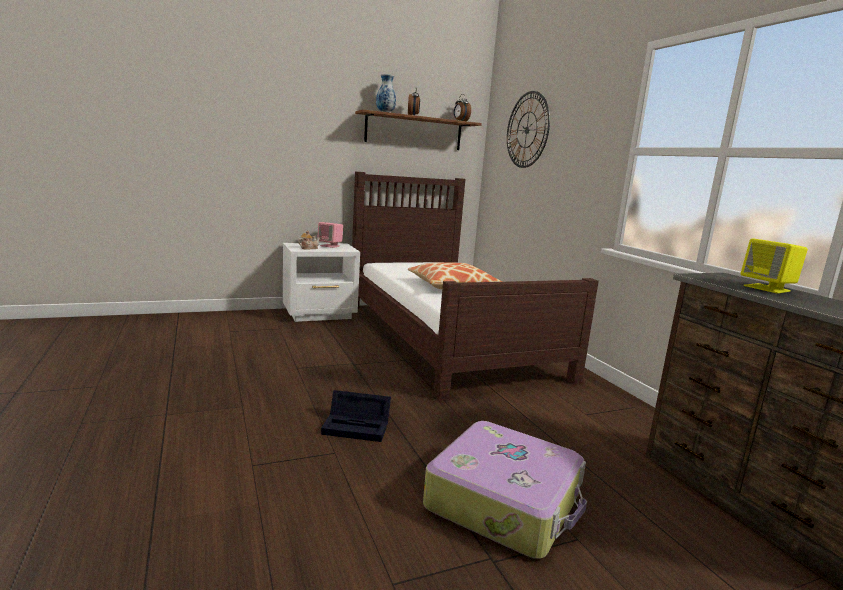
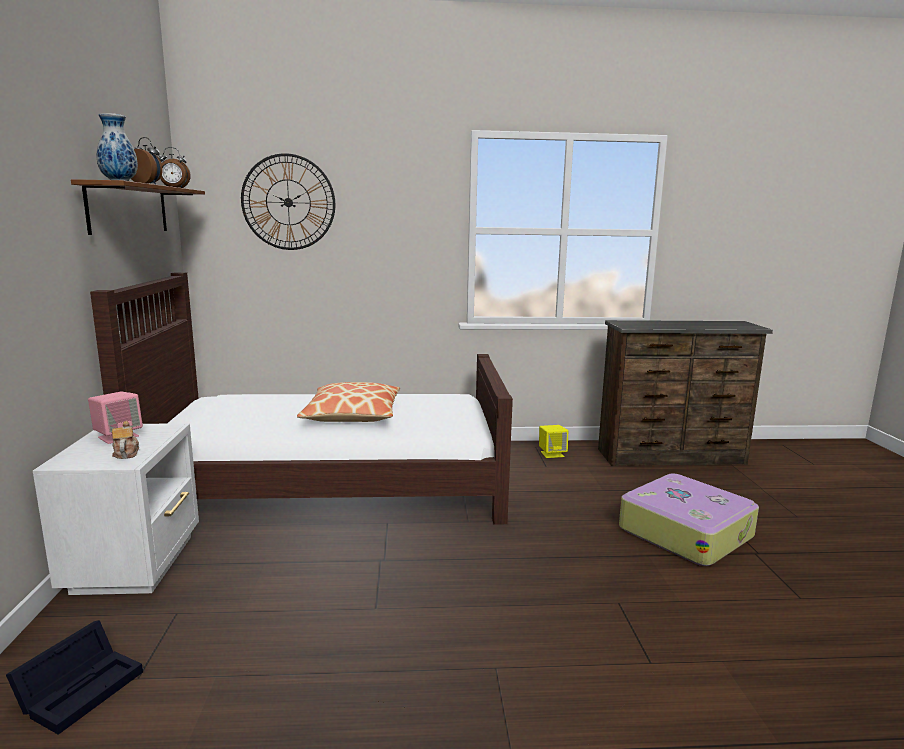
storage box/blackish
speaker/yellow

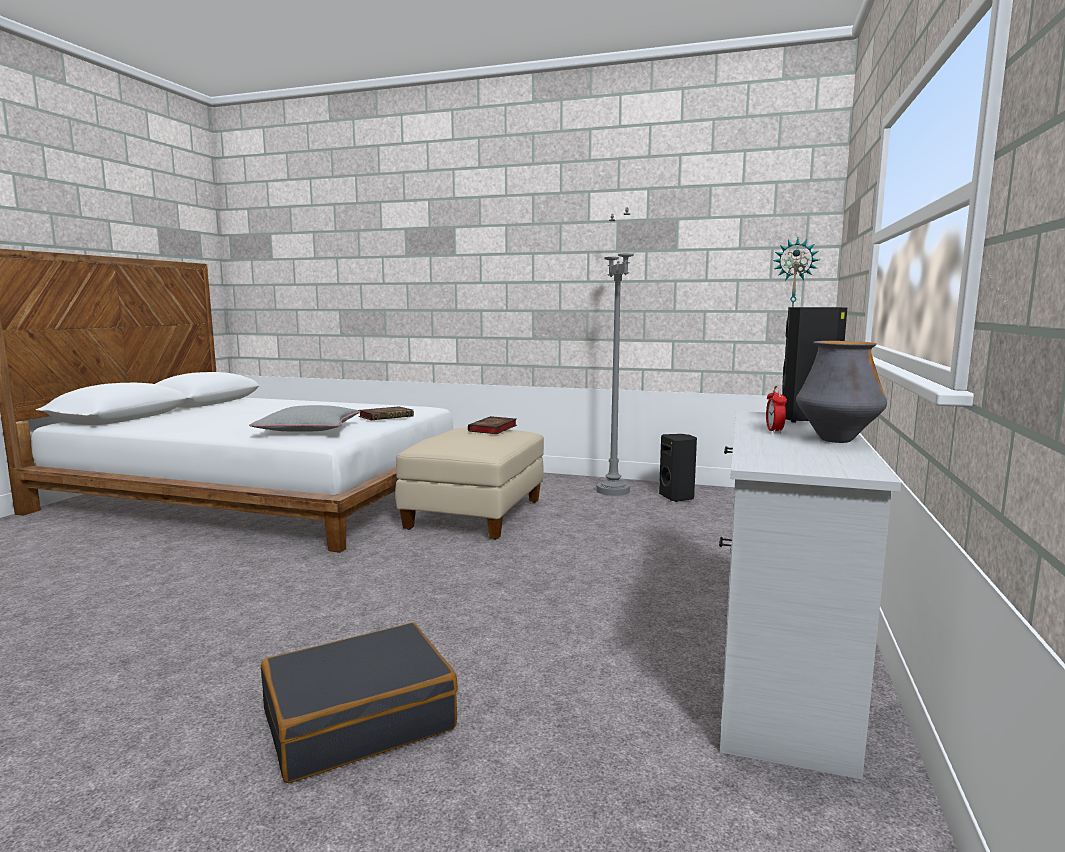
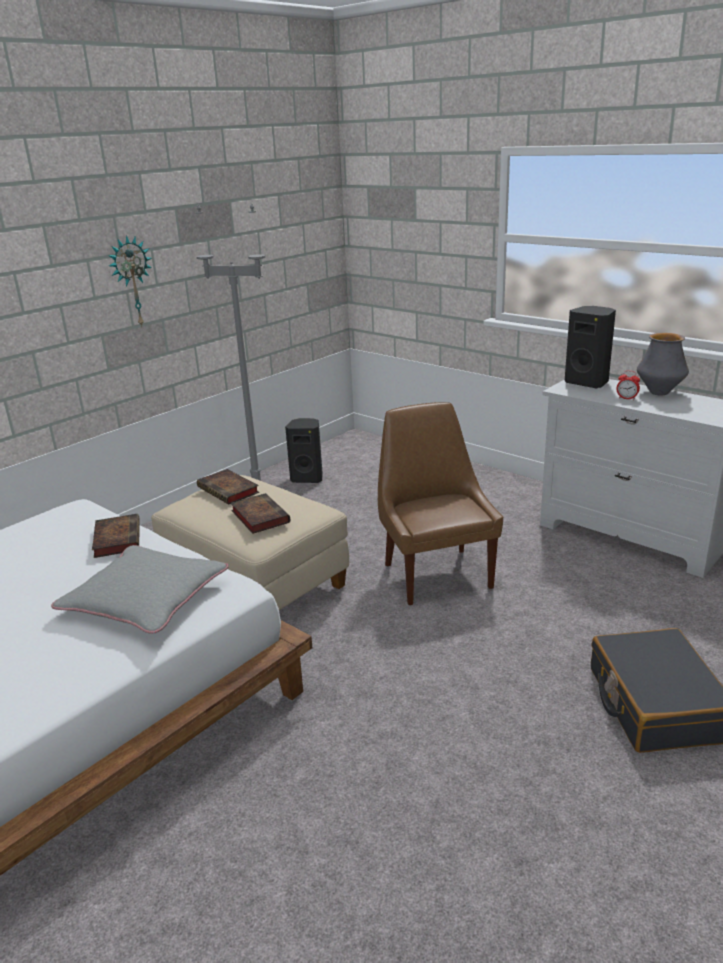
bound book (3rd from left)
upright chair/brown-coloured
clock on the wall

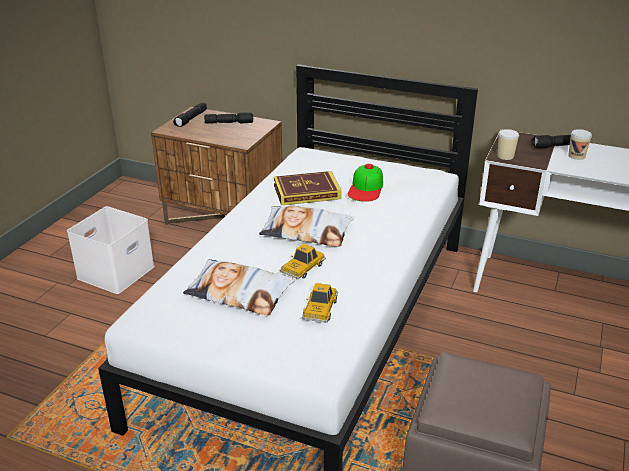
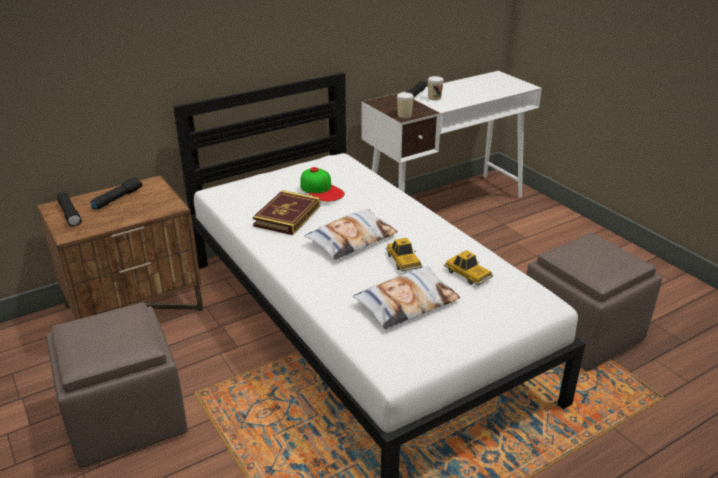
ottoman/brown-coloured (1st from left)

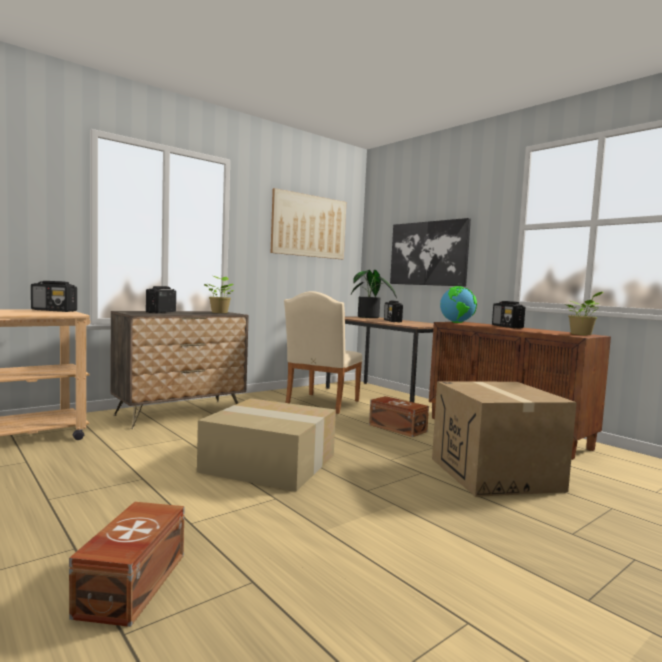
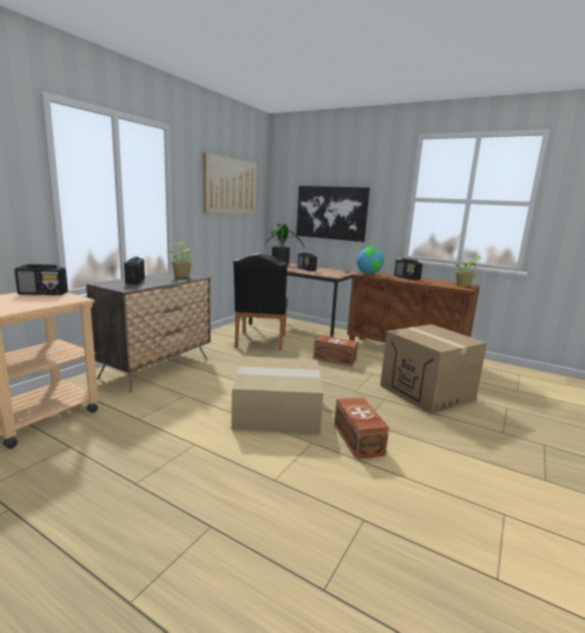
storage box/brown-coloured (2nd from left)
upright chair/blackish

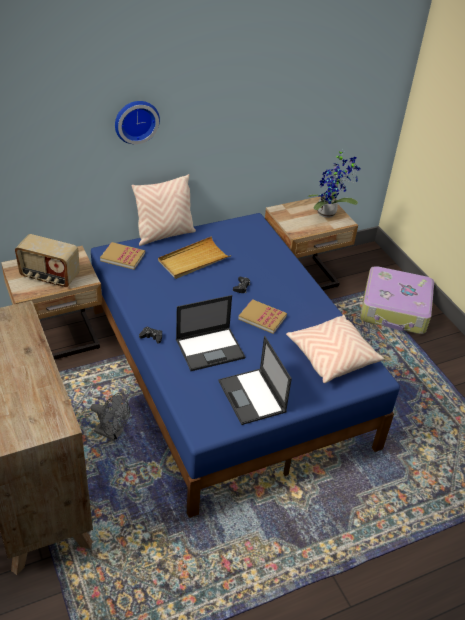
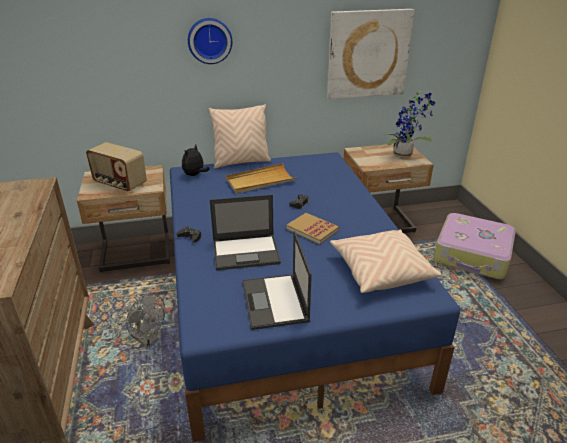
picture
plush toy

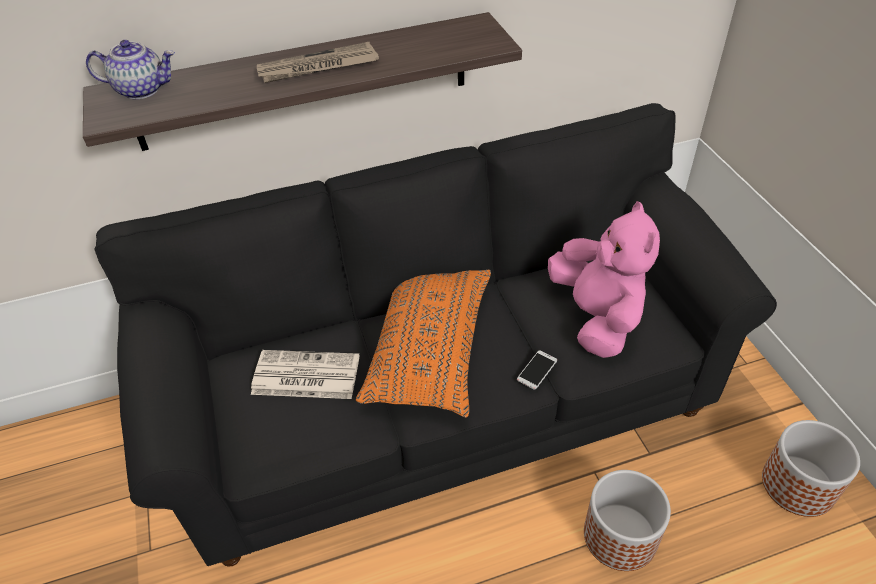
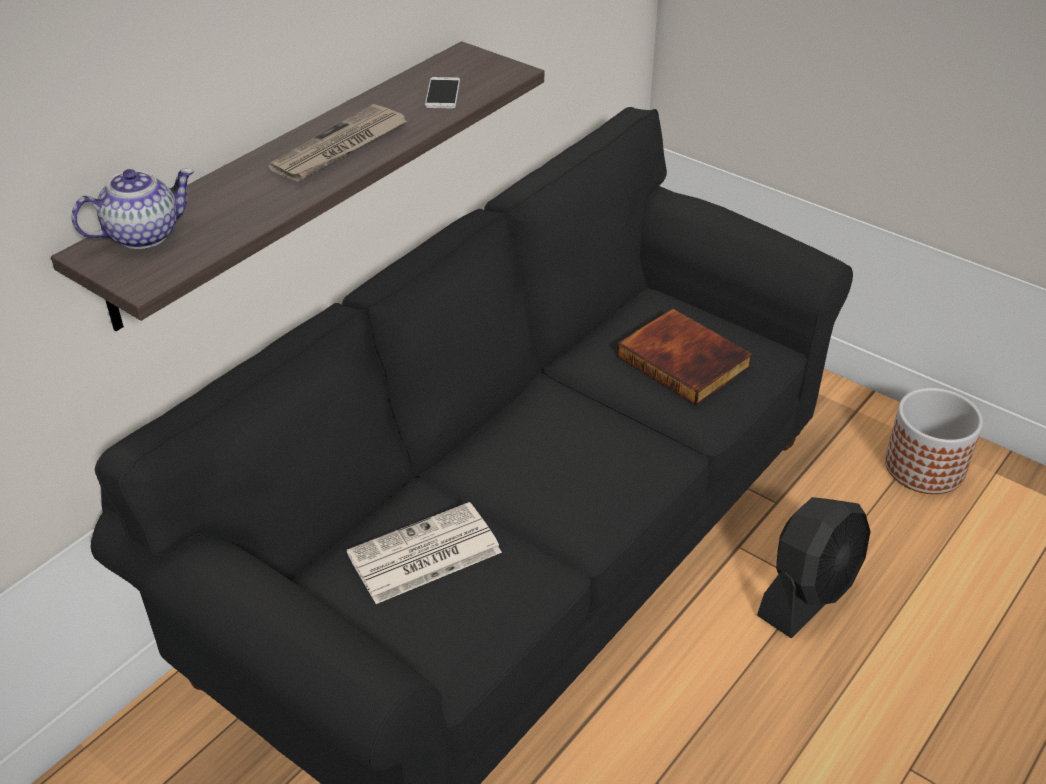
pillow/orangey
telephone
bound book
cooling fan/blackish

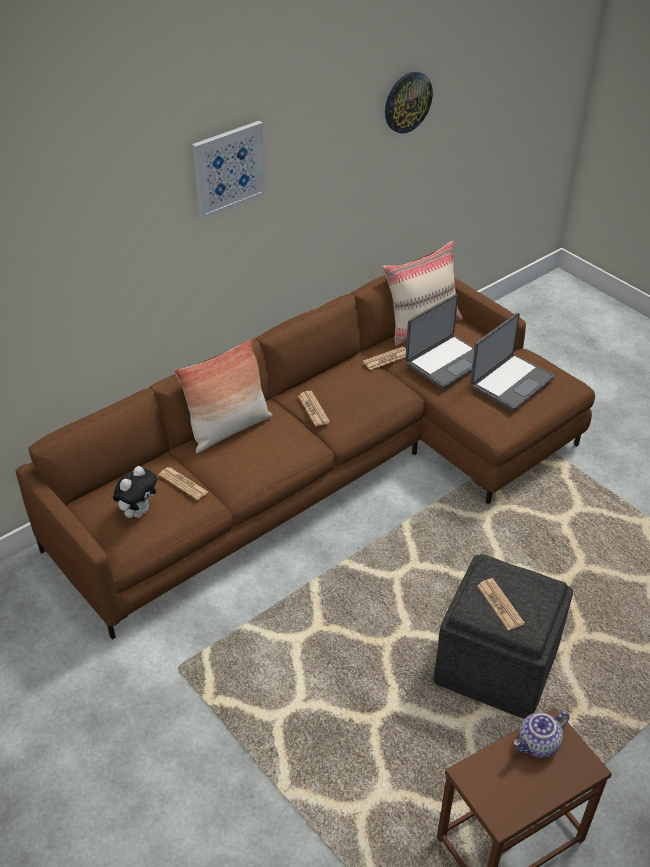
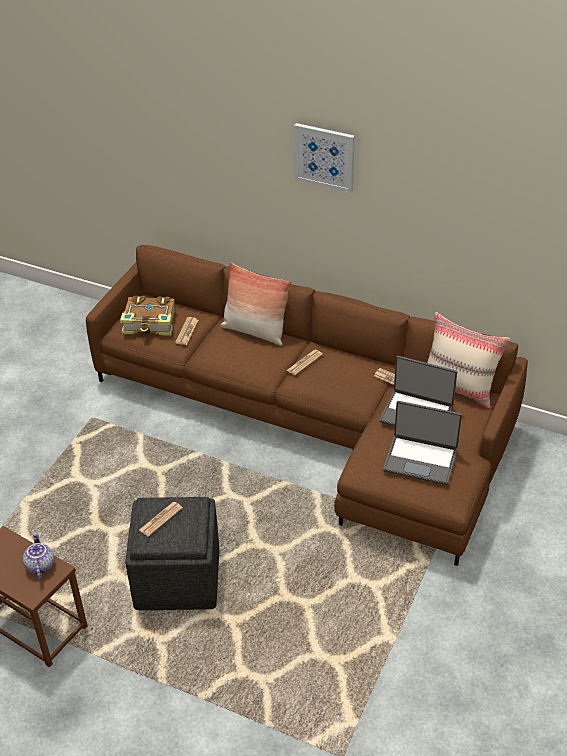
clock on the wall
bound book
pot for tea

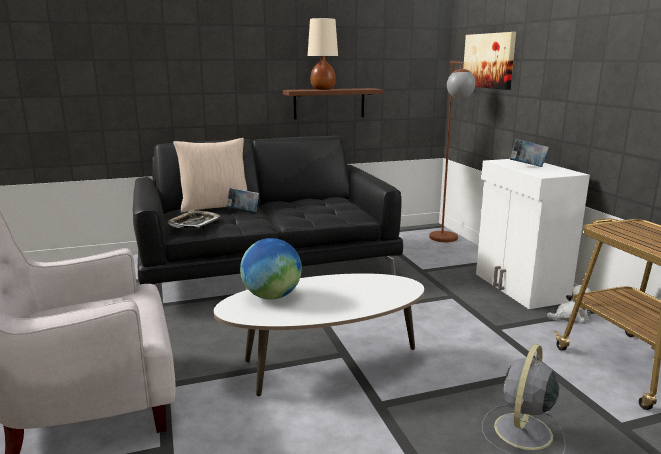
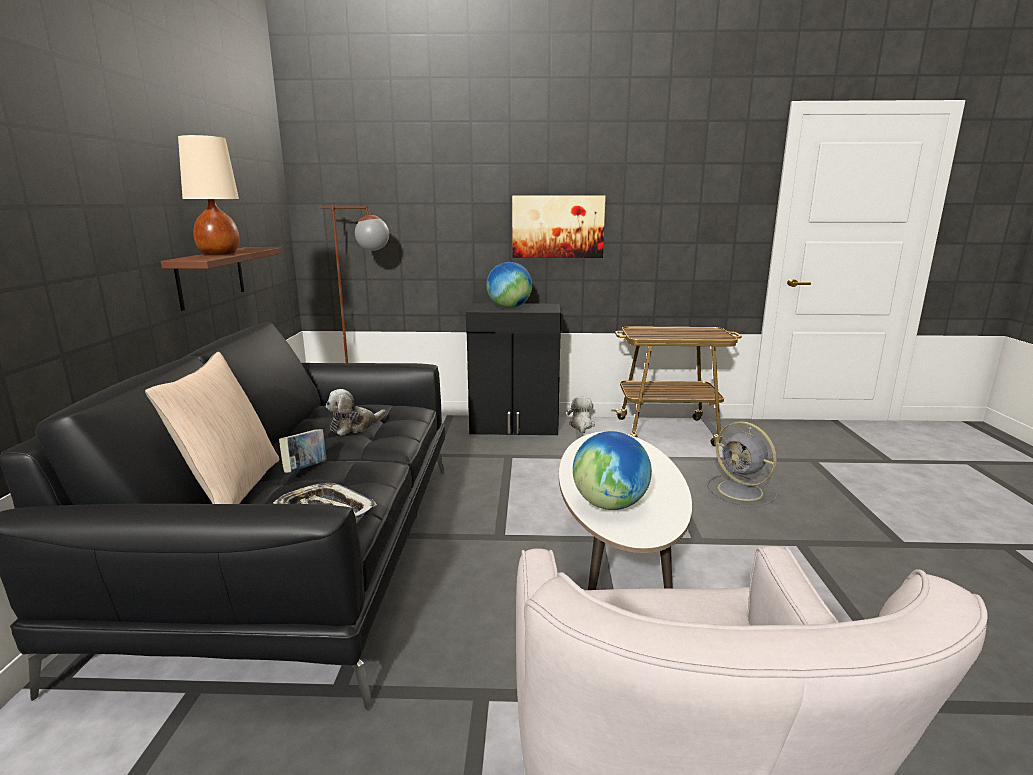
plush toy (1st from left)
picture
globe (1st from left)
cabinet/blackish

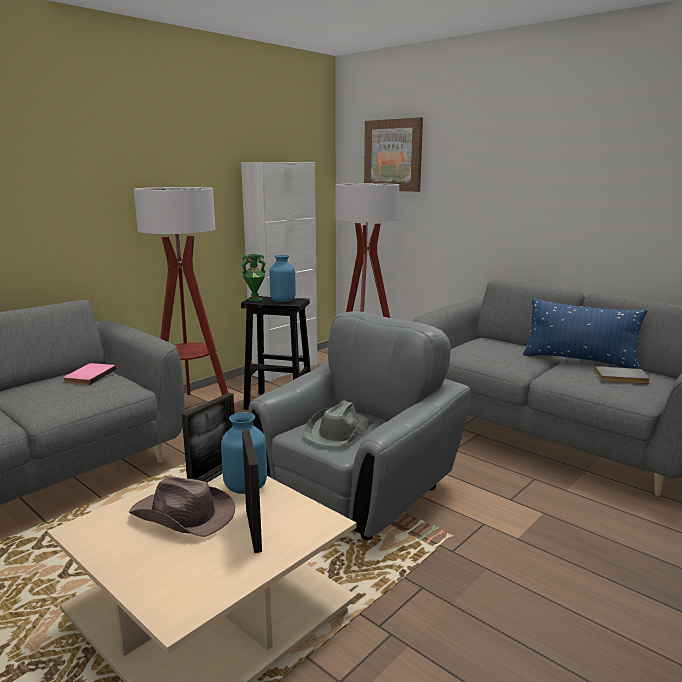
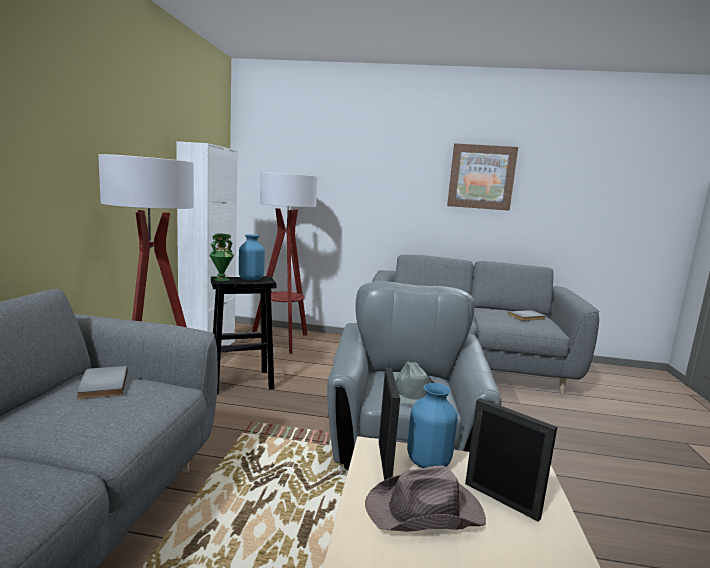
pillow/bluish
picture
bound book/greyish (1st from left)

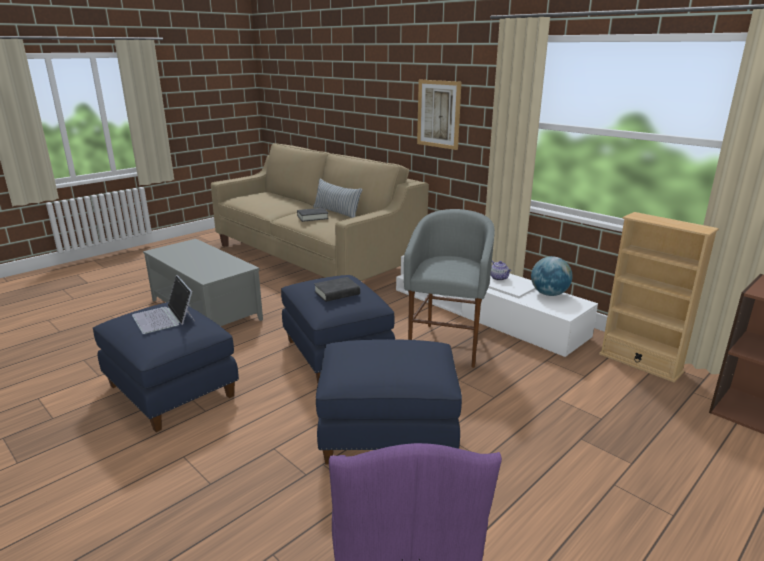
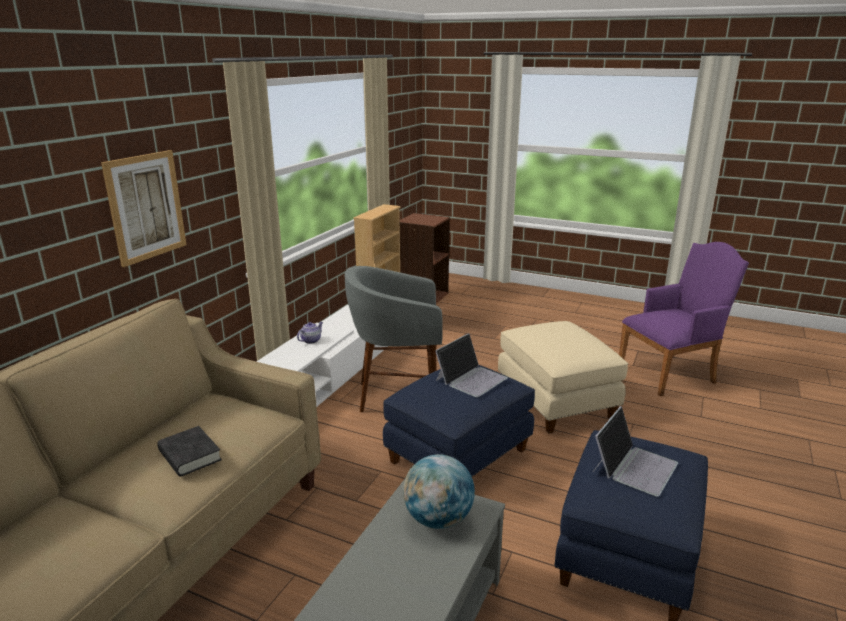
pillow
globe
laptop (1st from left)
ottoman/sand-coloured

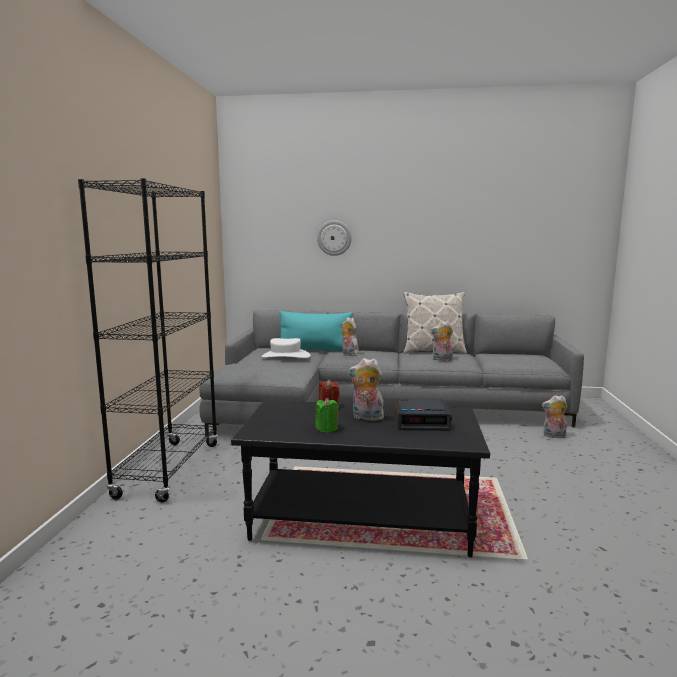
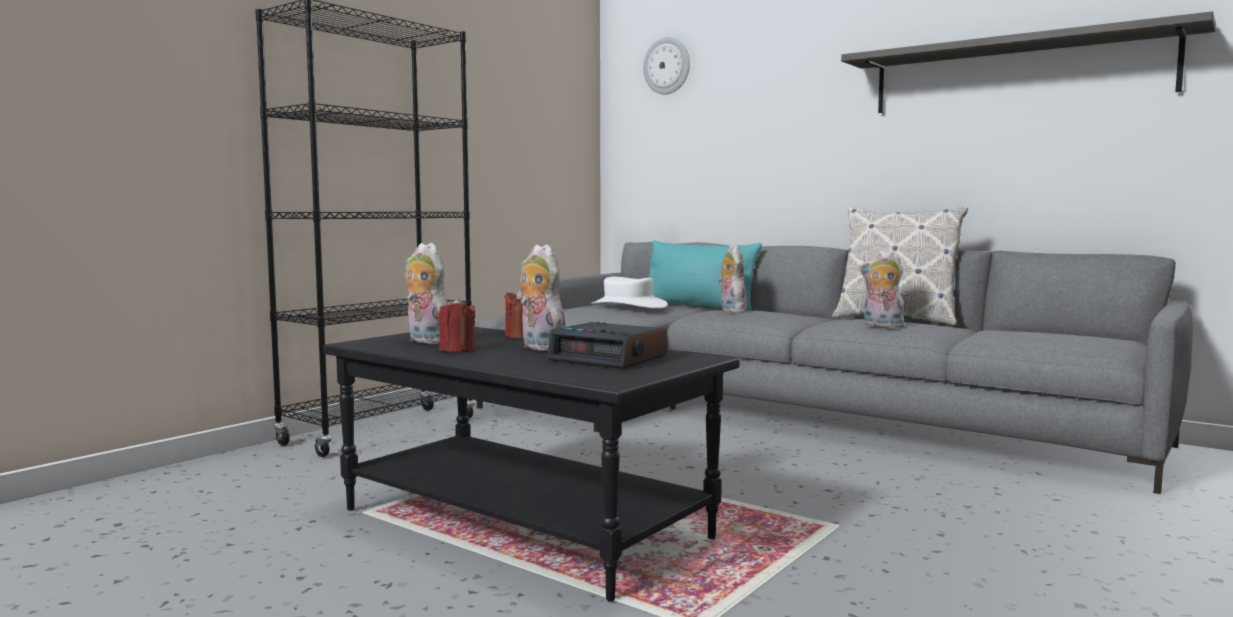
bracket shelf
clock on the wall
plush toy (1st from left)
candle/red (1st from left)

